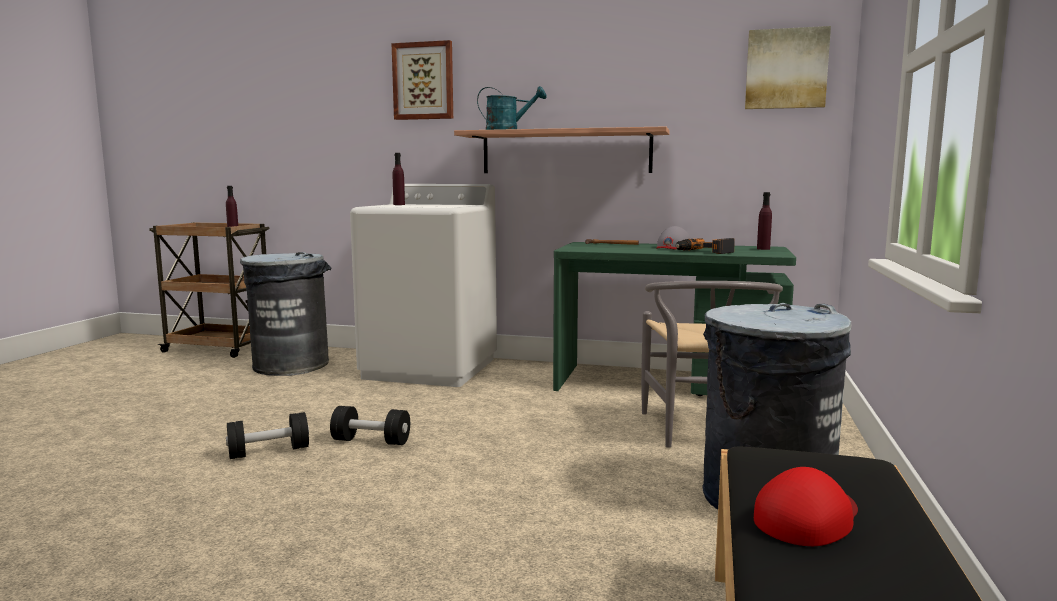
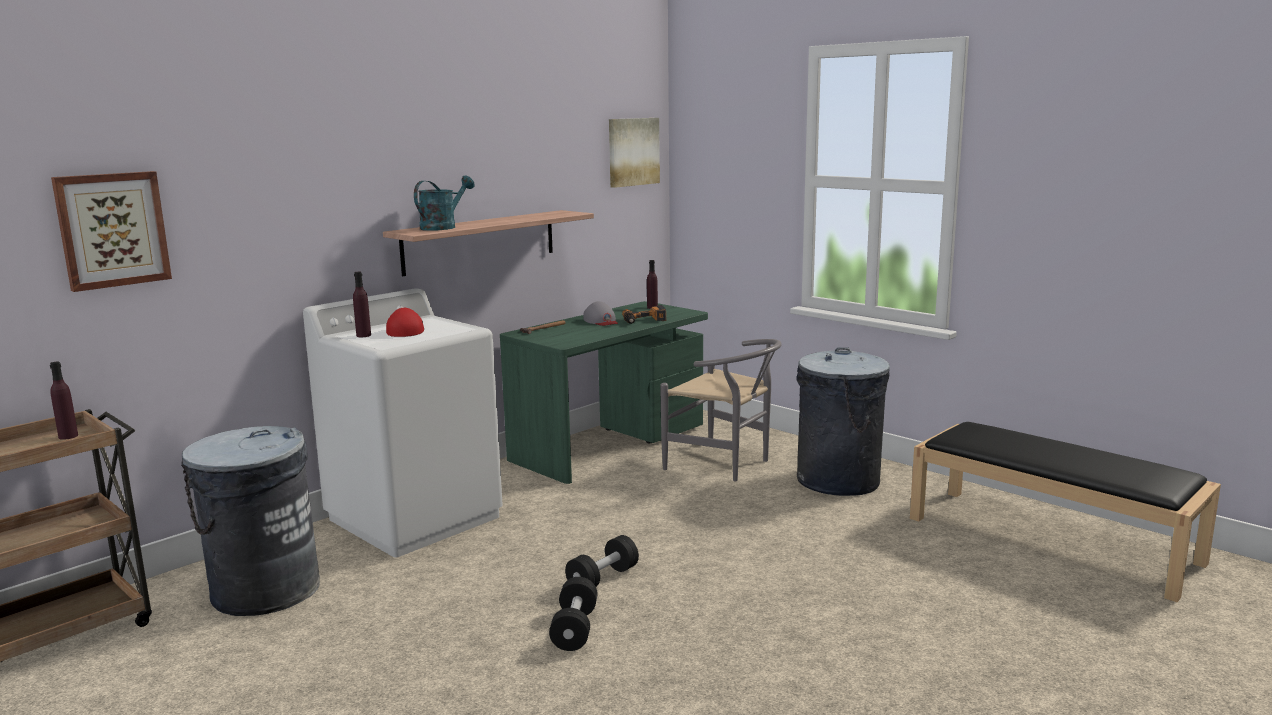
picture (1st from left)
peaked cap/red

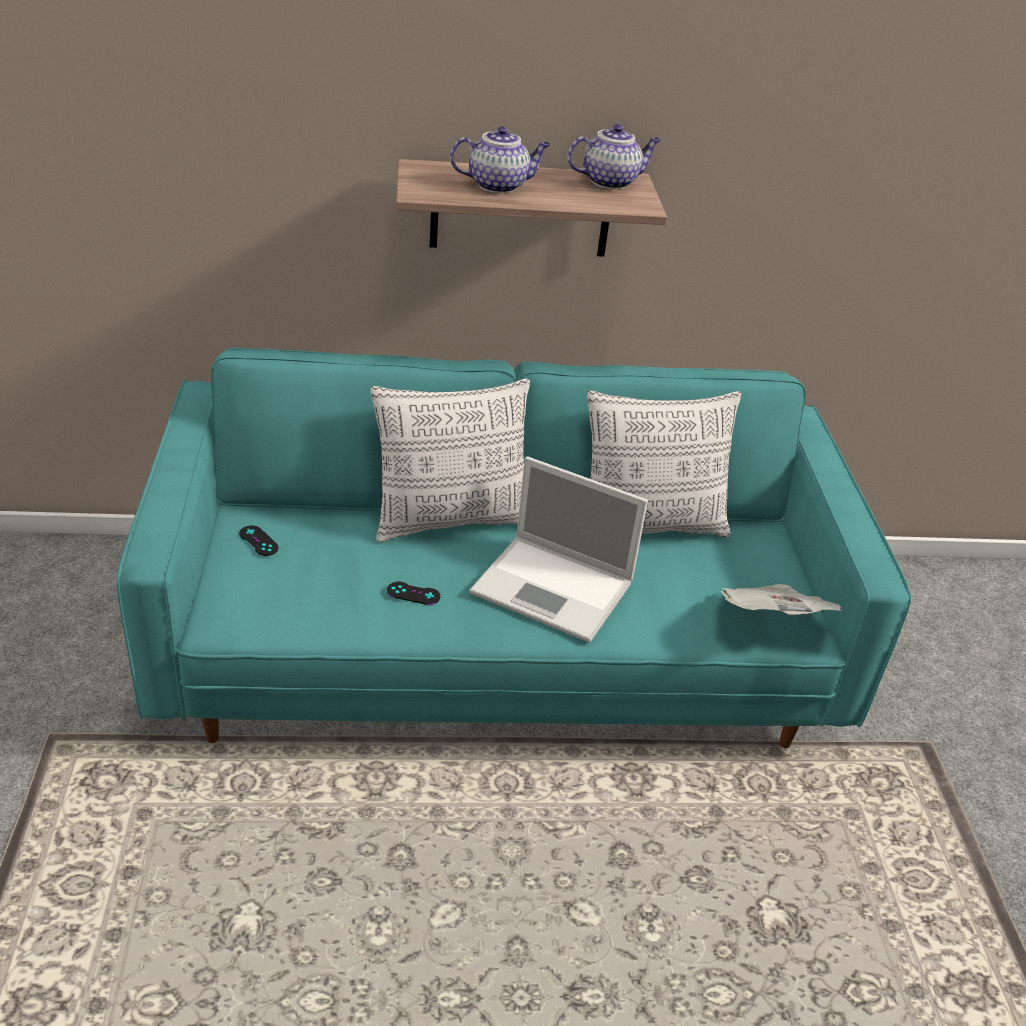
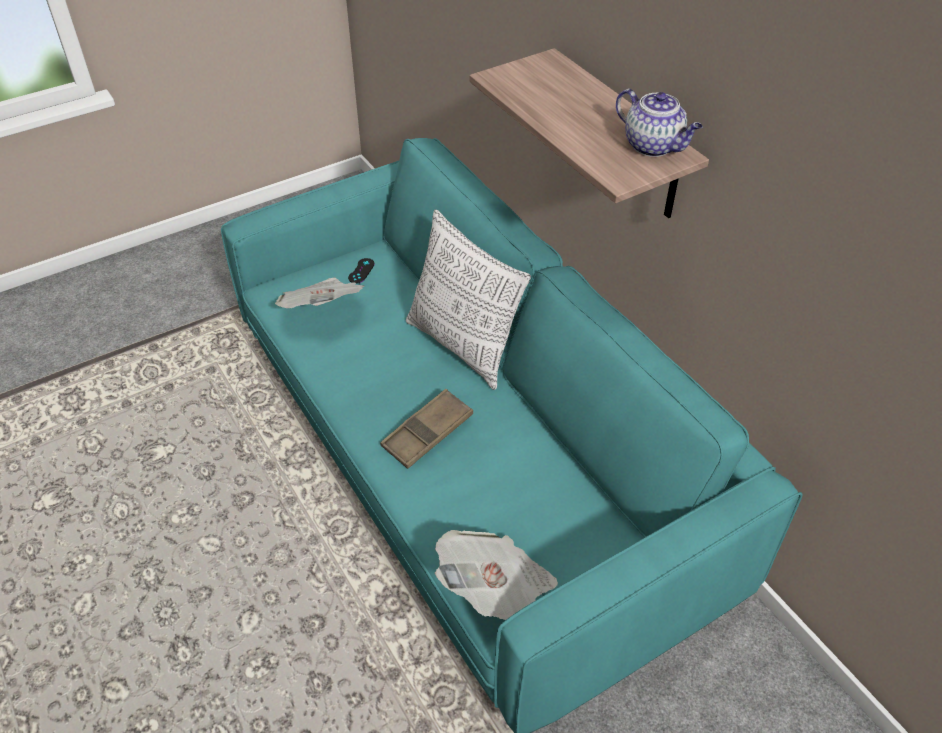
gamepad/blackish (2nd from left in the first image)
pot for tea (1st from left in the first image)
pillow (2nd from left in the first image)
daily paper (1st from left)
carrying tray/brown-coloured

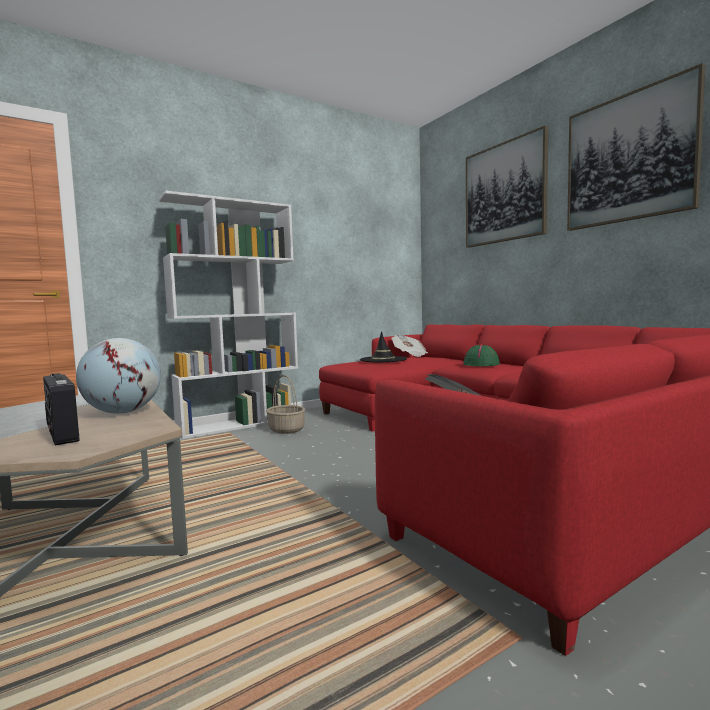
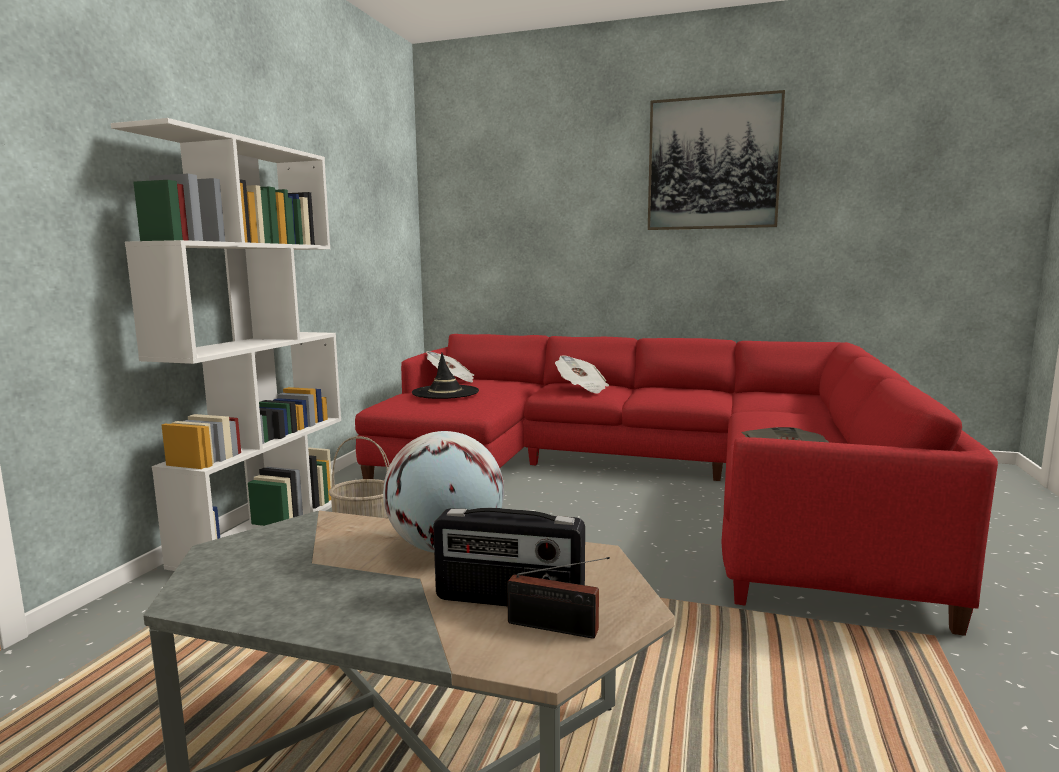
picture (1st from left in the first image)
radio set (2nd from left)
daily paper (2nd from left)

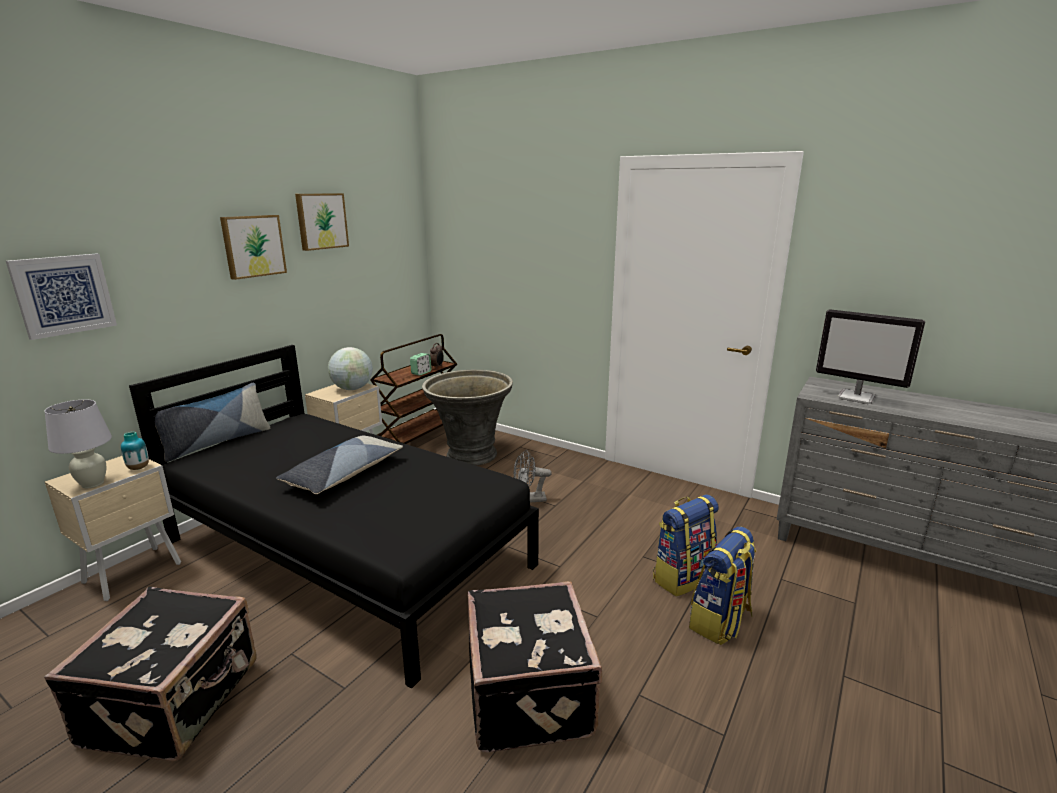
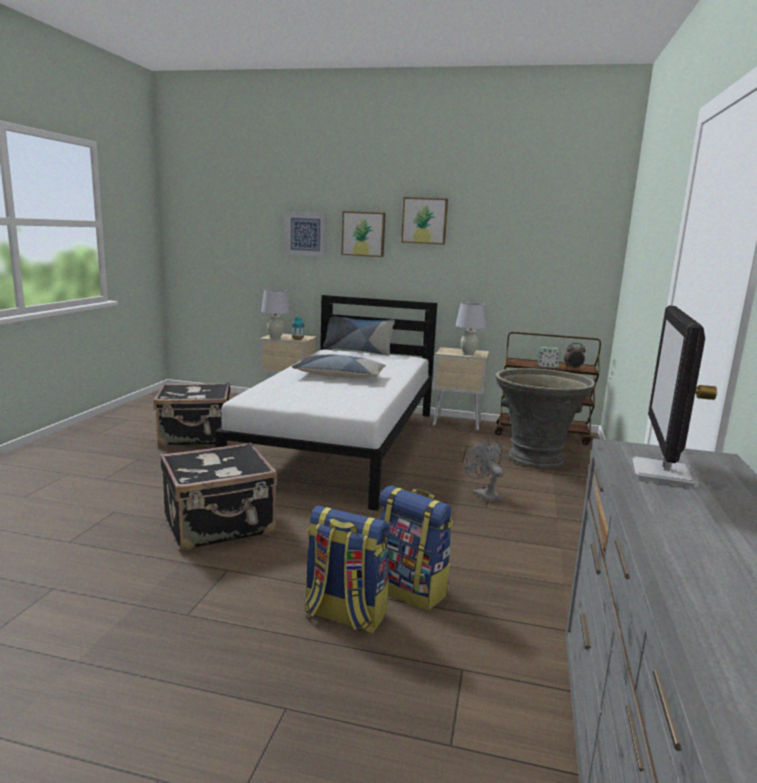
picture (2nd from left)
tabletop lamp/white-coloured (2nd from left)
sleeping bed/white-coloured

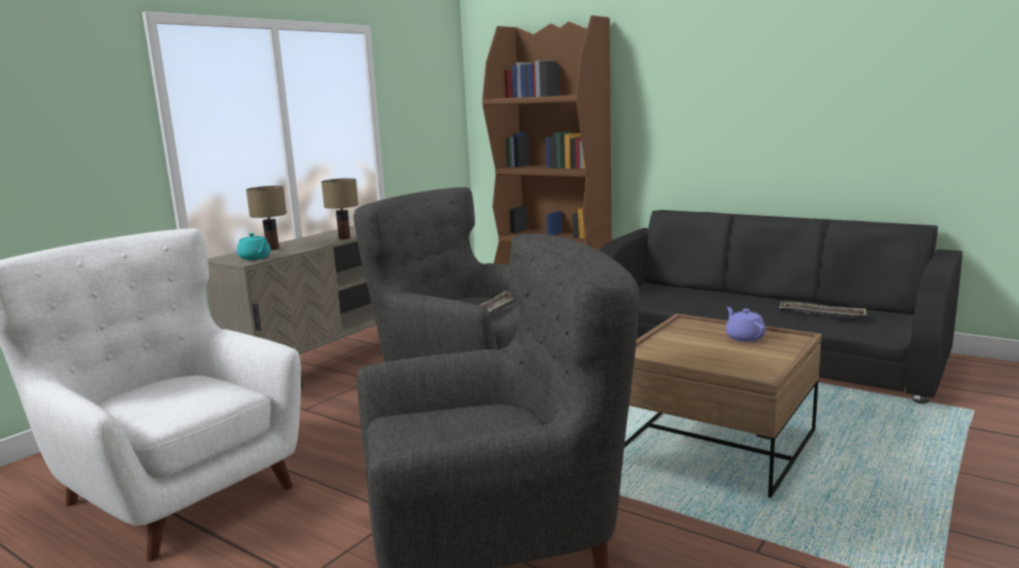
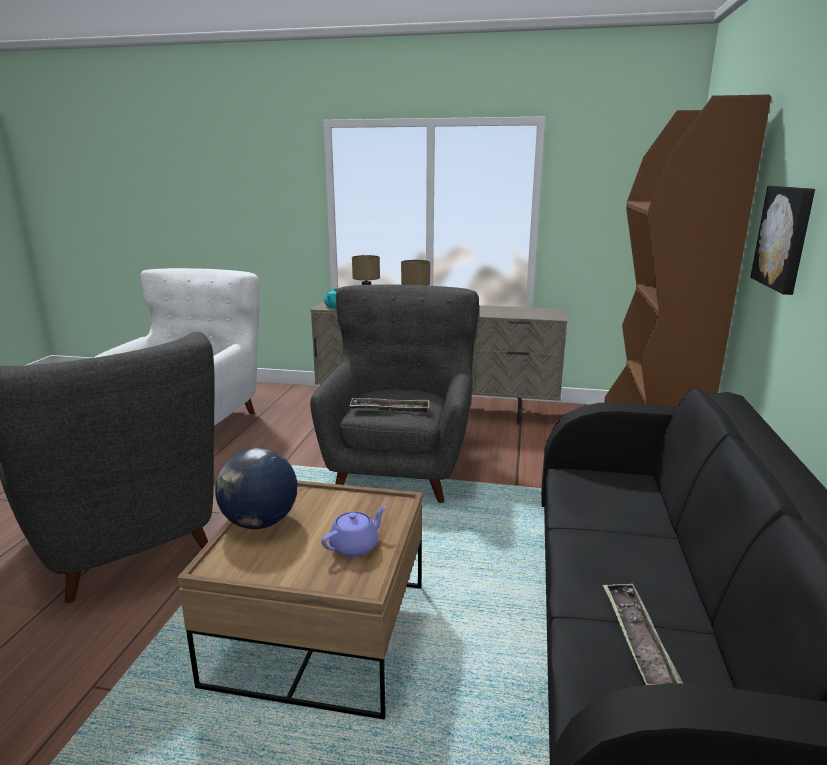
globe
picture

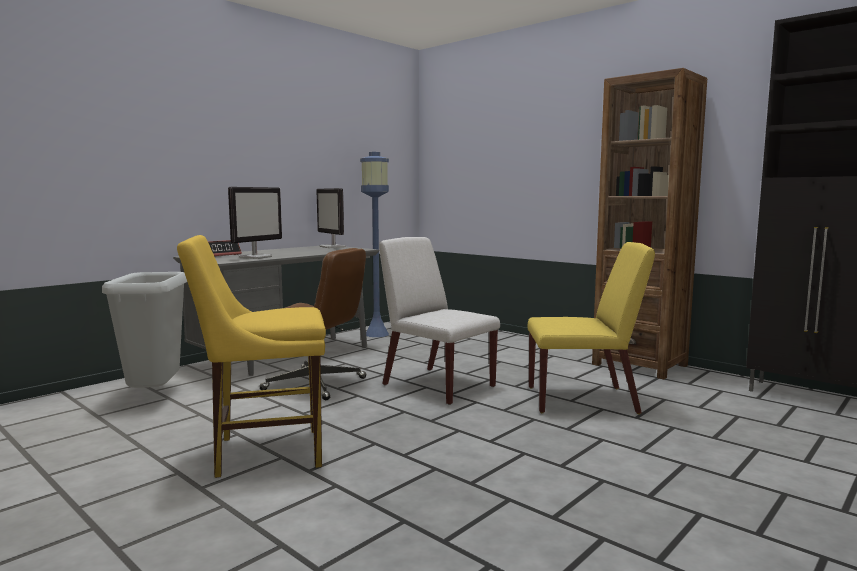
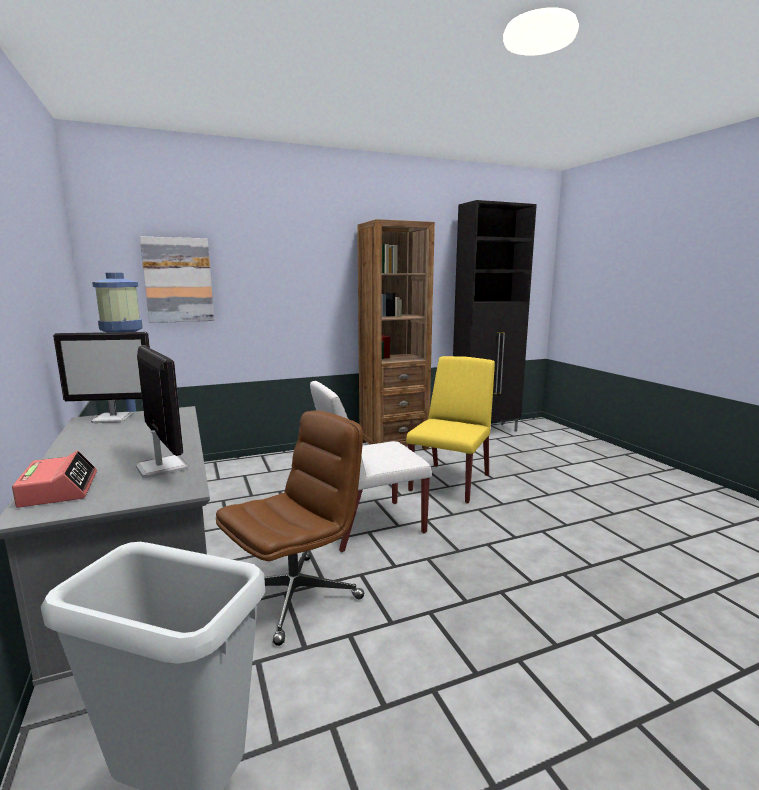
upright chair/yellow (1st from left in the first image)
picture

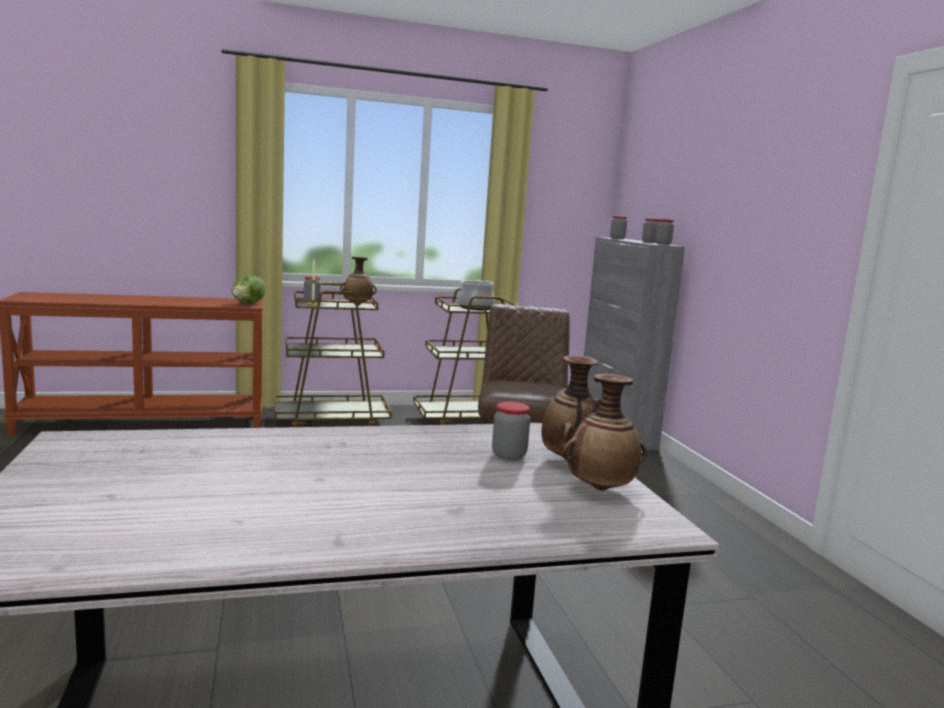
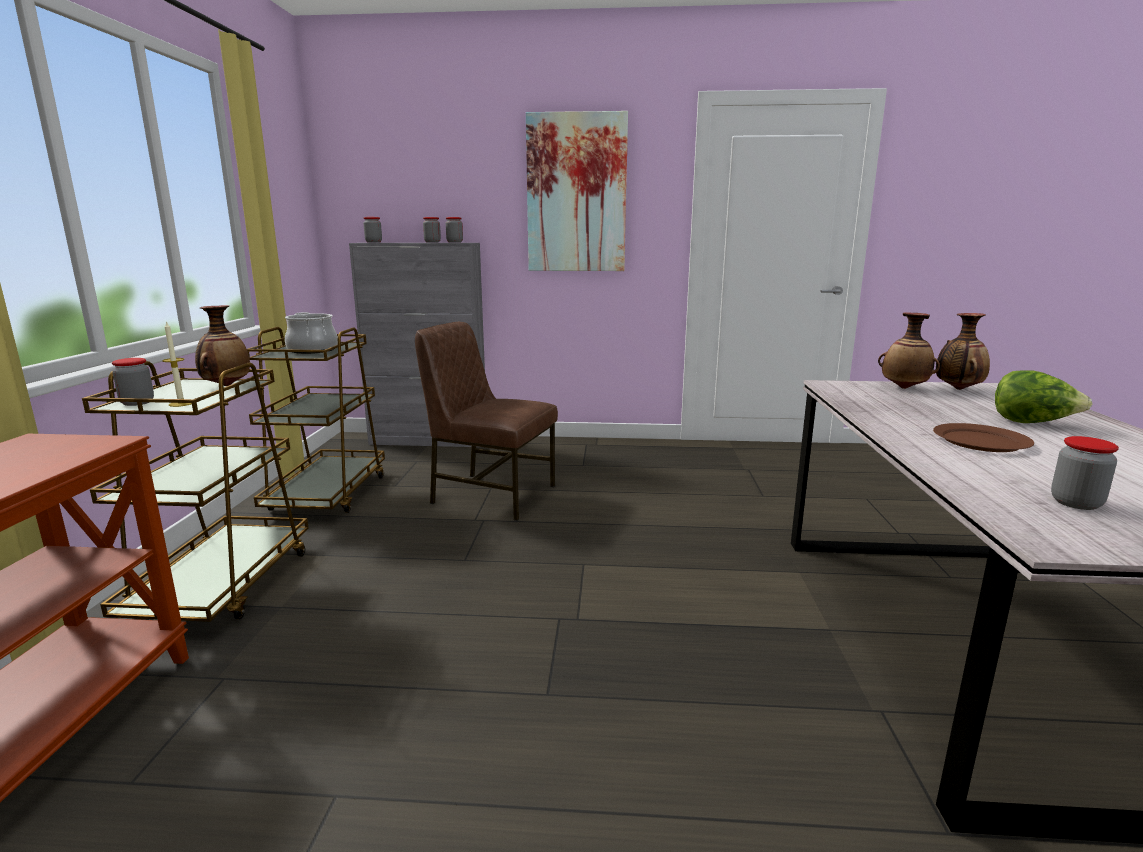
picture
flat dish/brown-coloured
head of lettuce
jar (5th from left)

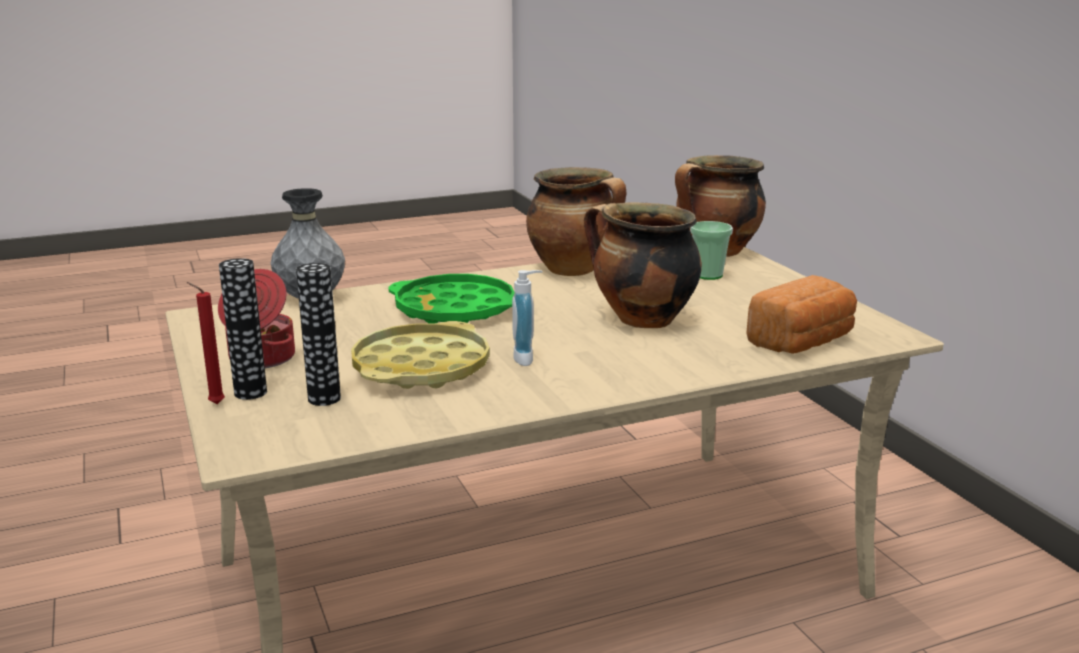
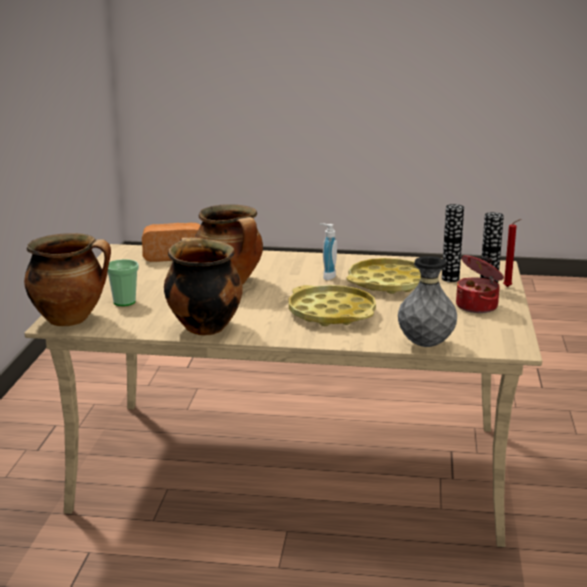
carrying tray/yellow (1st from left)

